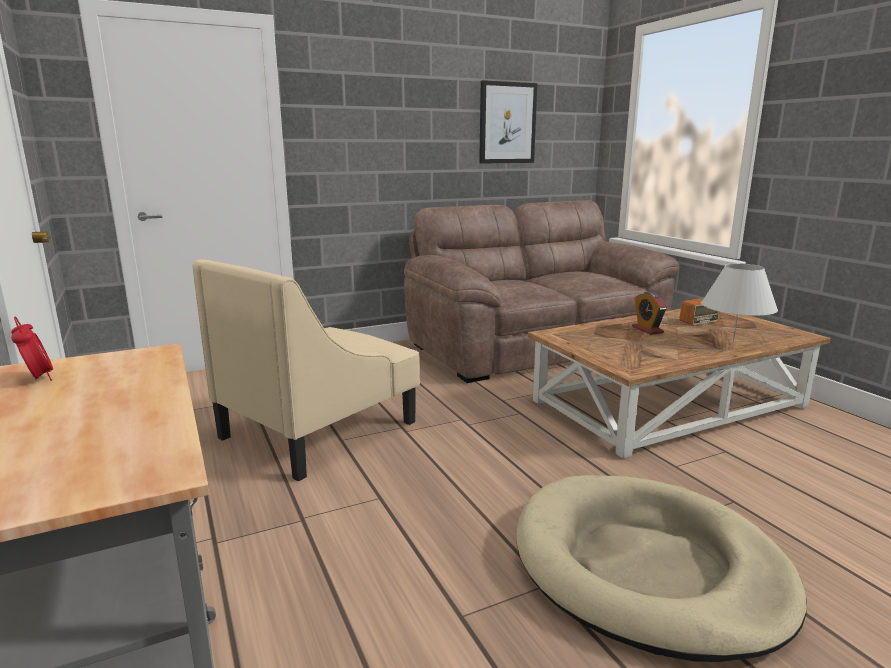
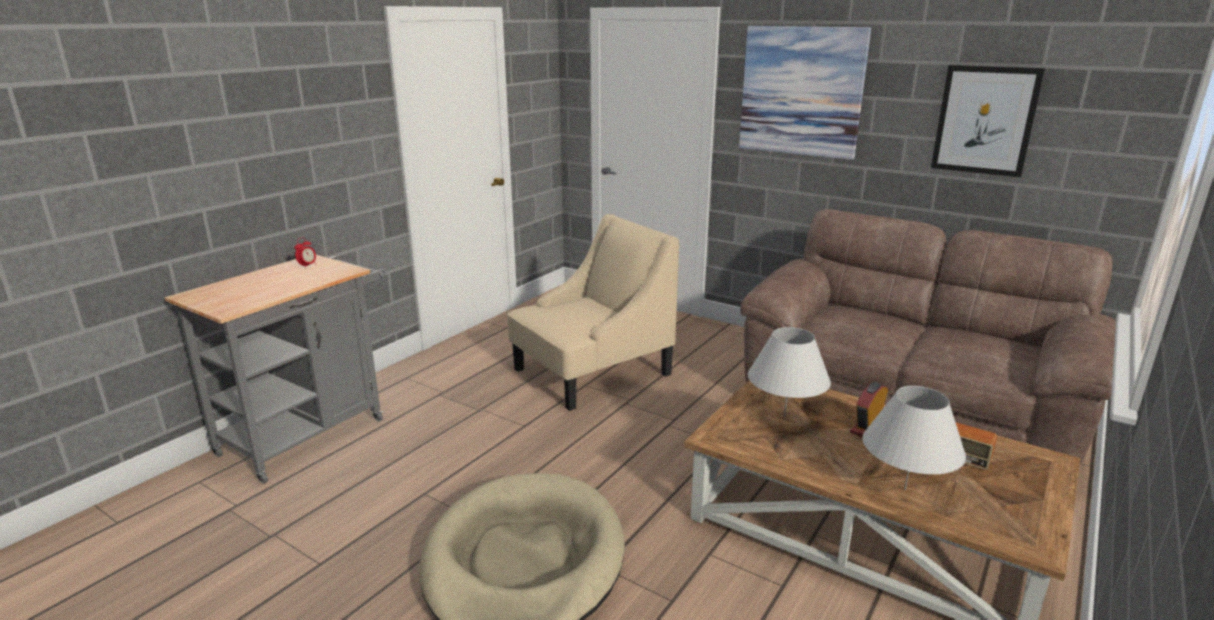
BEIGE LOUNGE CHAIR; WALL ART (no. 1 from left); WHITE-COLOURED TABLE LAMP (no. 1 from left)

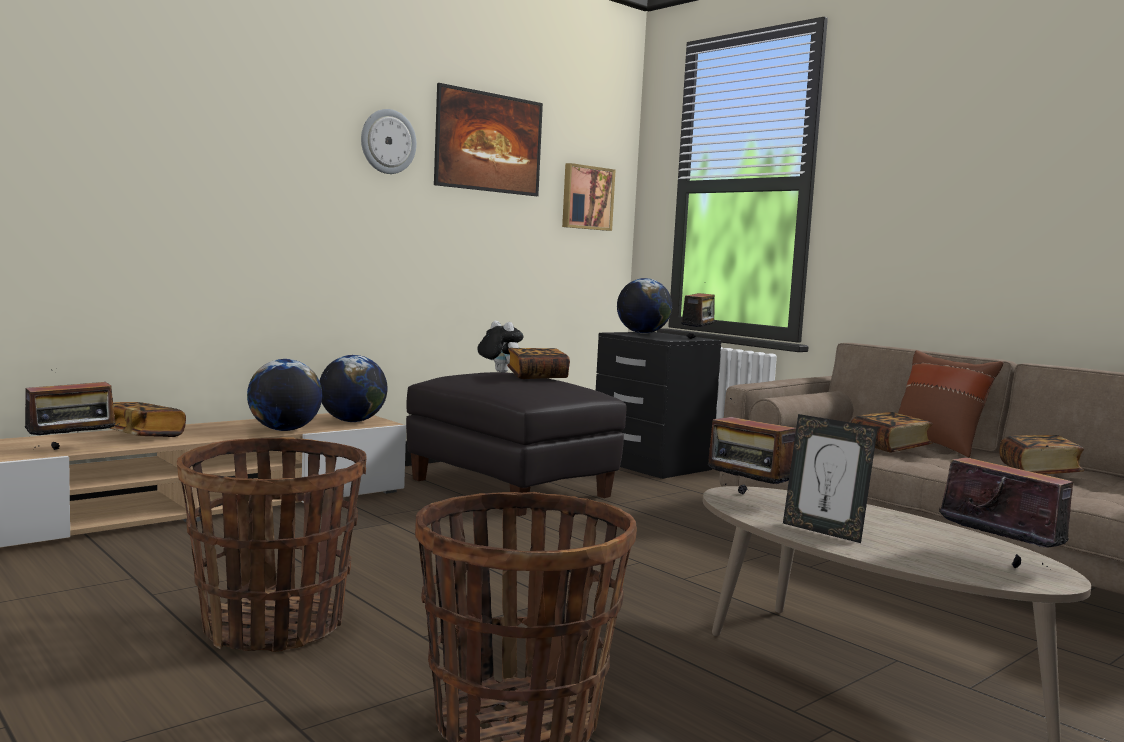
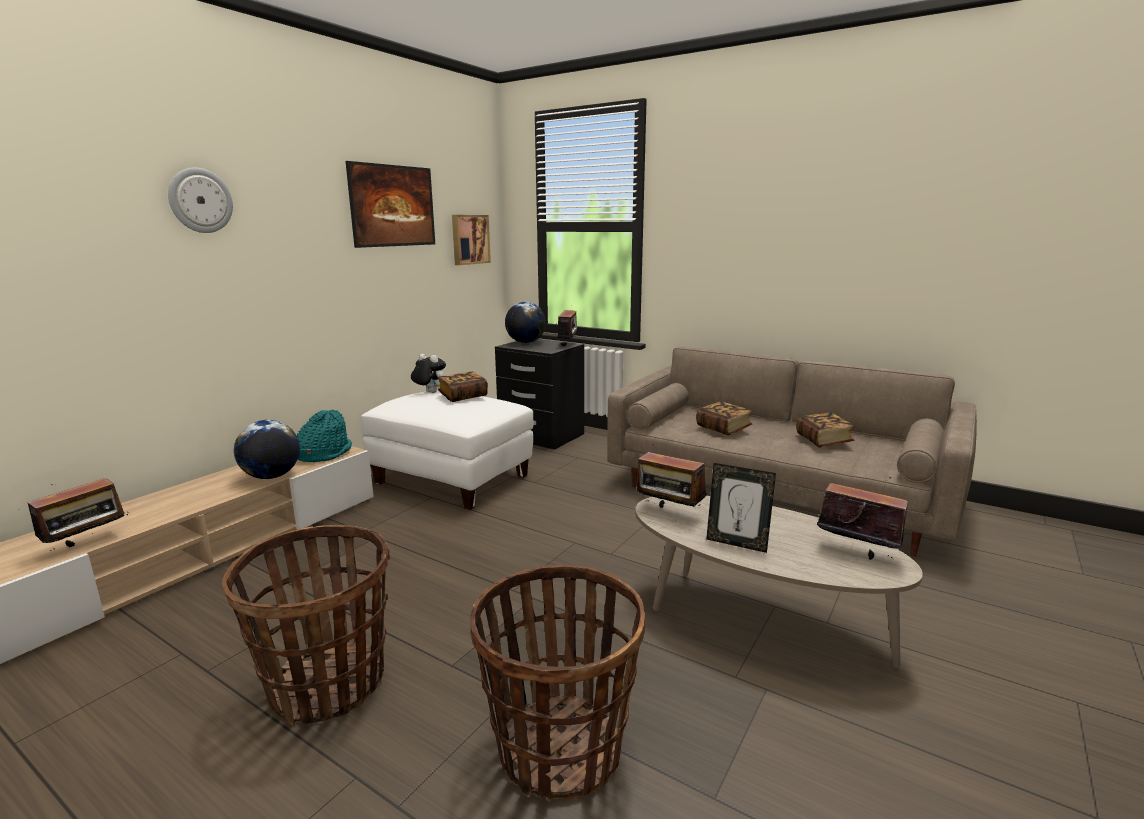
CLOCK ON THE WALL; TURQUOISE-COLOURED CLOTHING HAT; WHITE-COLOURED FOOTREST; BOUND BOOK (no. 1 from left in the first image); BROWN-COLOURED PILLOW

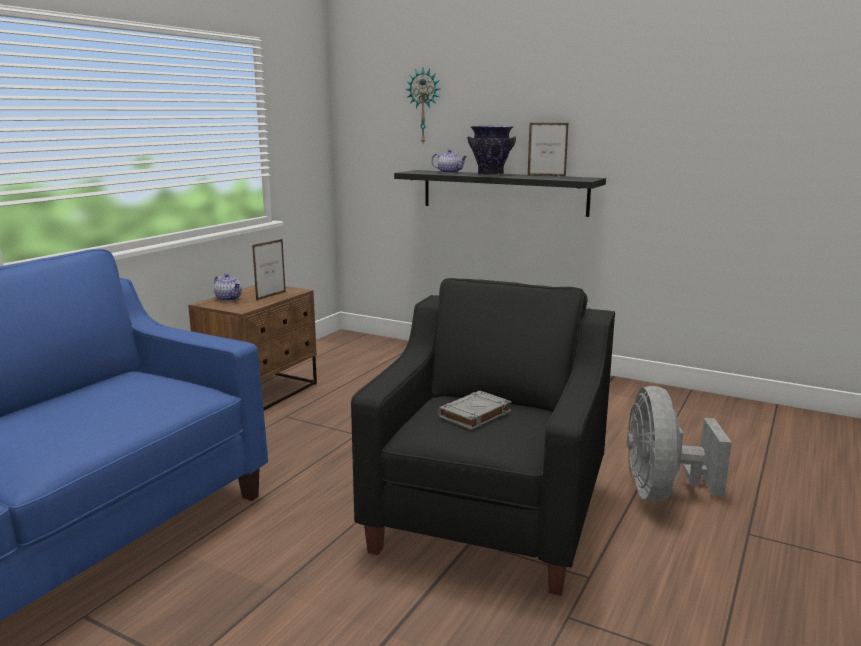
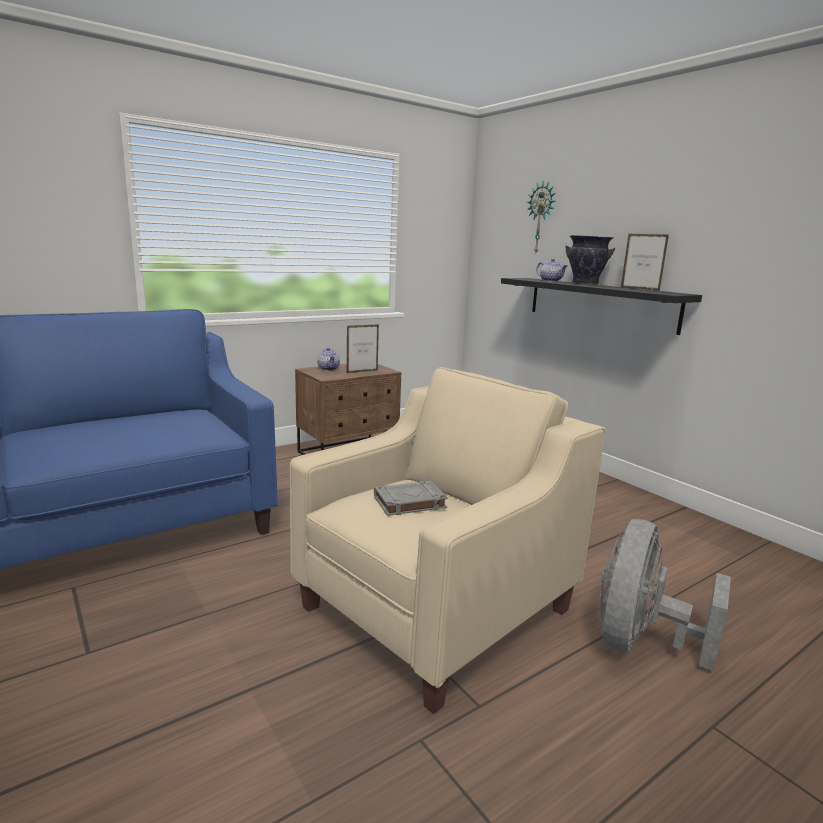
BEIGE LOUNGE CHAIR

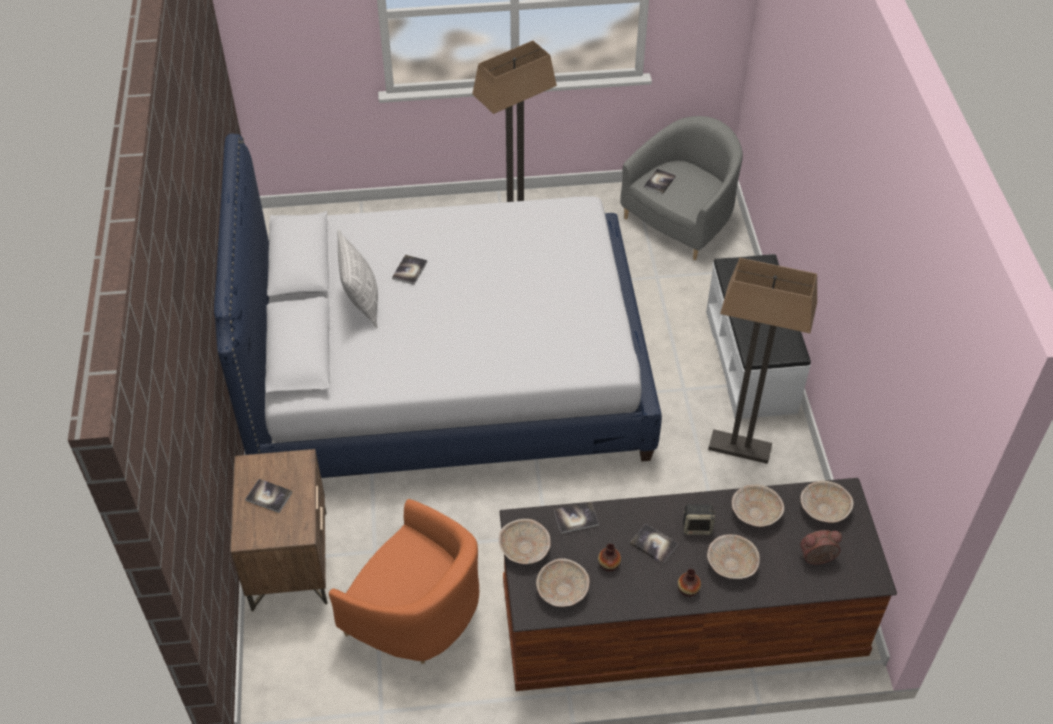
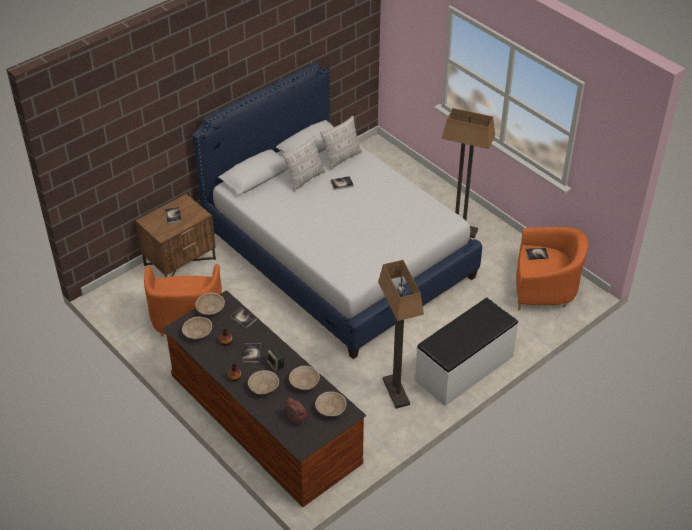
PILLOW (no. 2 from left); ORANGE LOUNGE CHAIR (no. 2 from left)

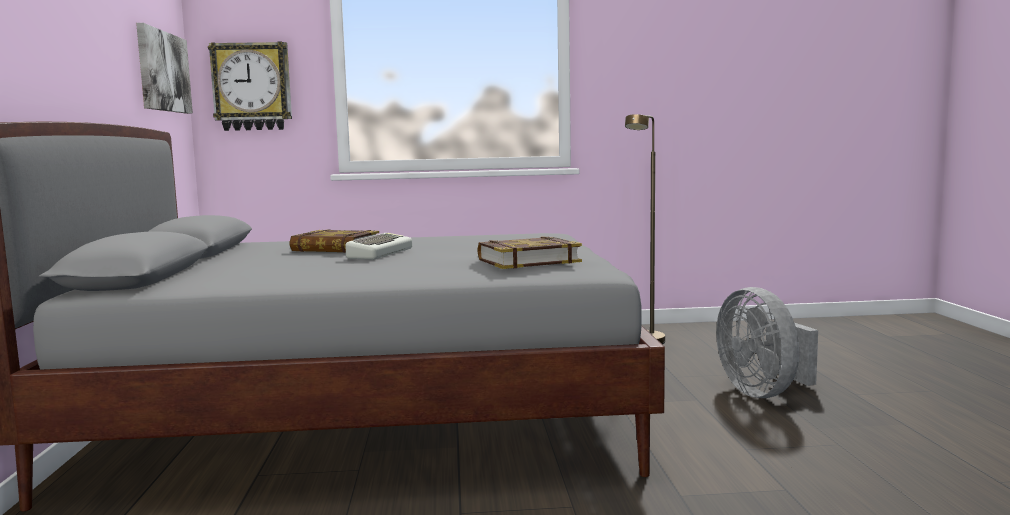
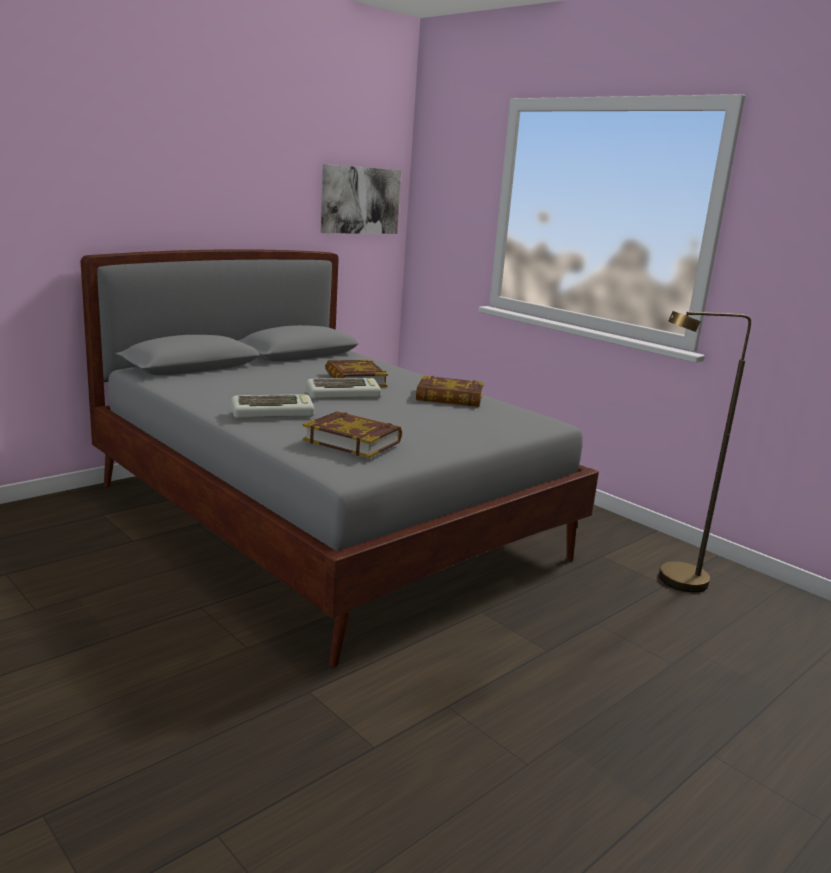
KEYBOARD (no. 1 from left); BOUND BOOK (no. 3 from left); CLOCK ON THE WALL; GREY COOLING FAN

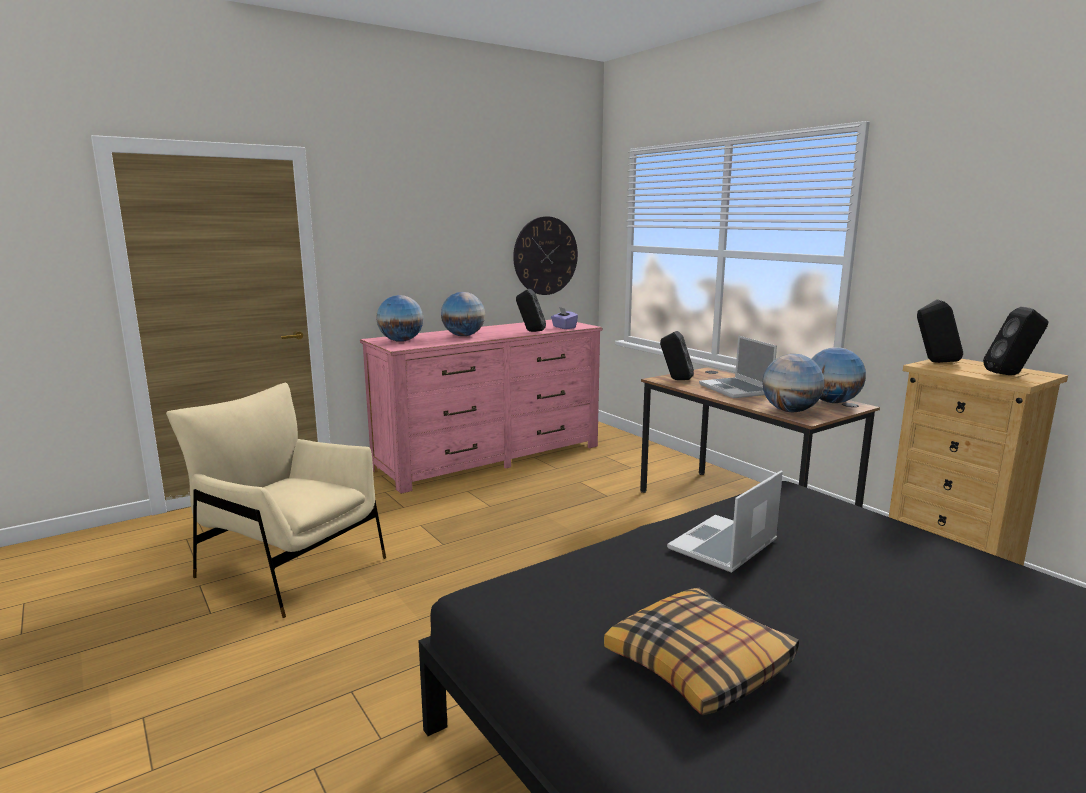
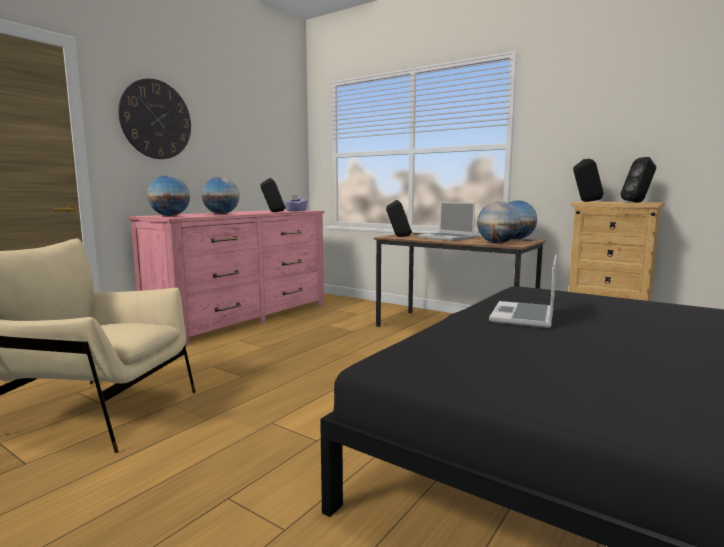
CLOCK ON THE WALL; PILLOW

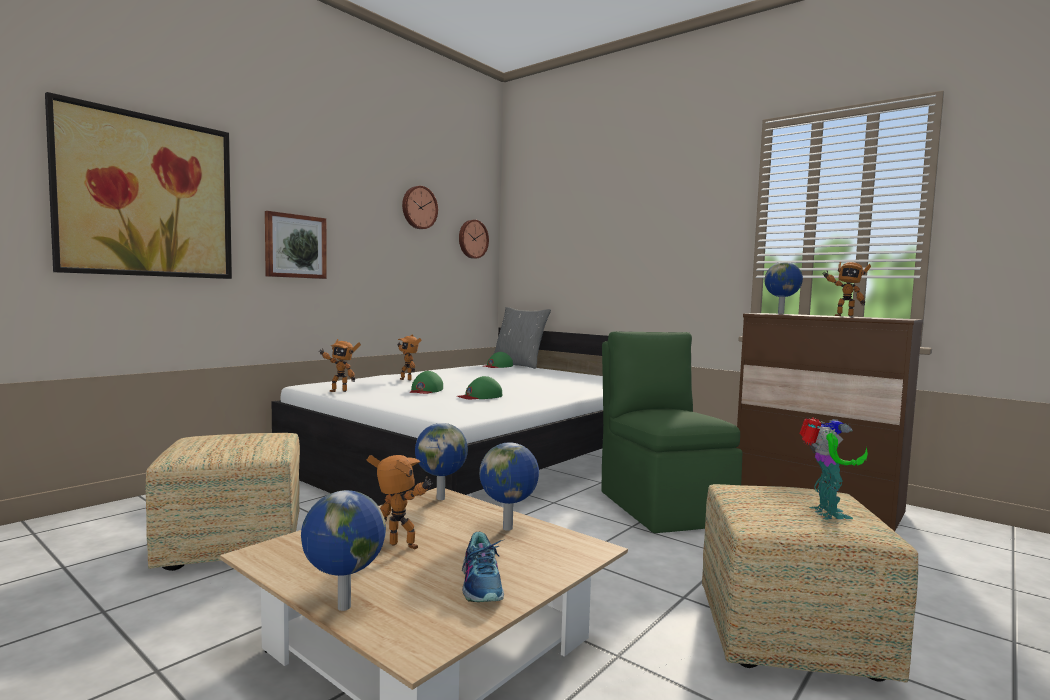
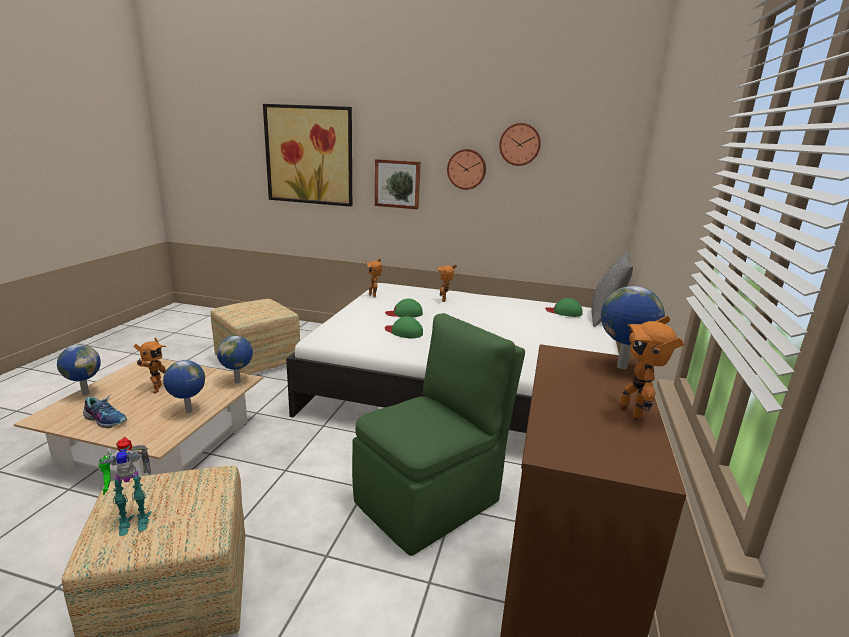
SHOE; CLOCK ON THE WALL (no. 1 from left)

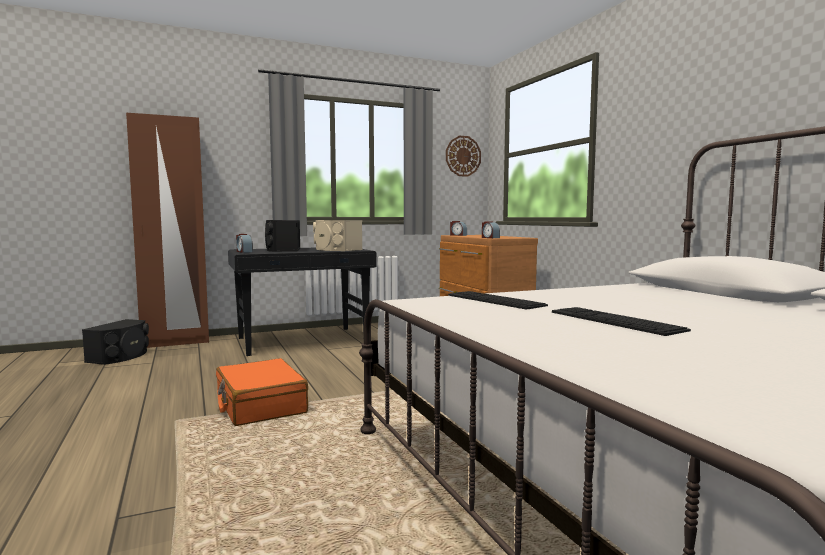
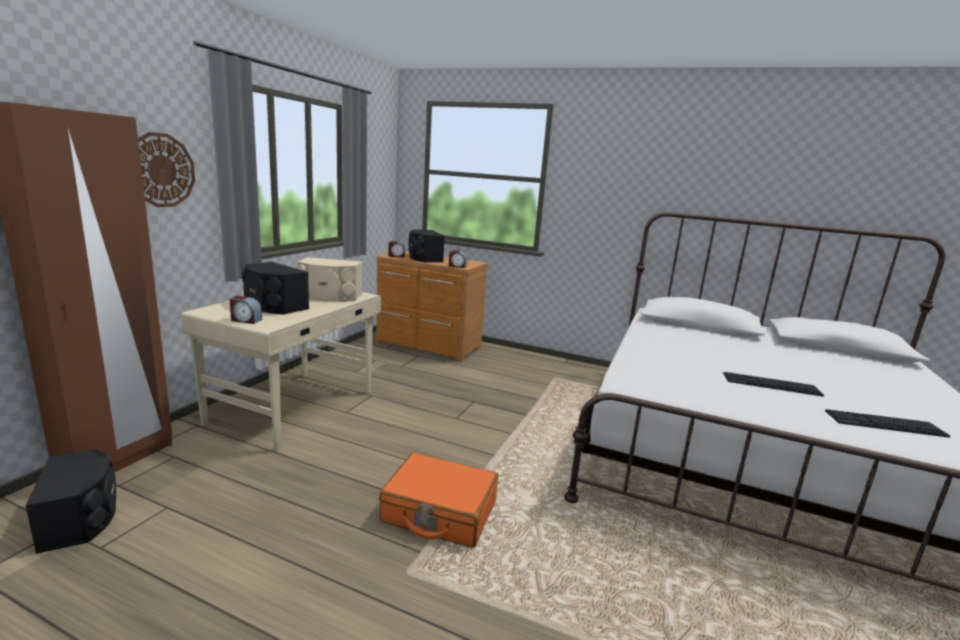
CLOCK ON THE WALL; BEIGE DESK; BLACK AUDIO SPEAKER (no. 3 from left); KEYBOARD (no. 2 from left)

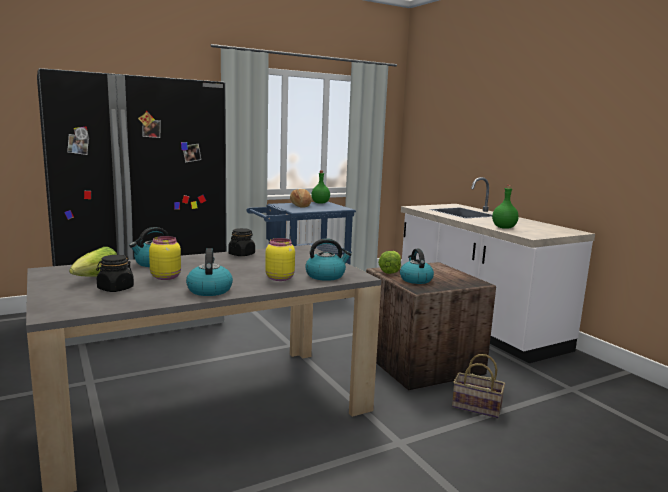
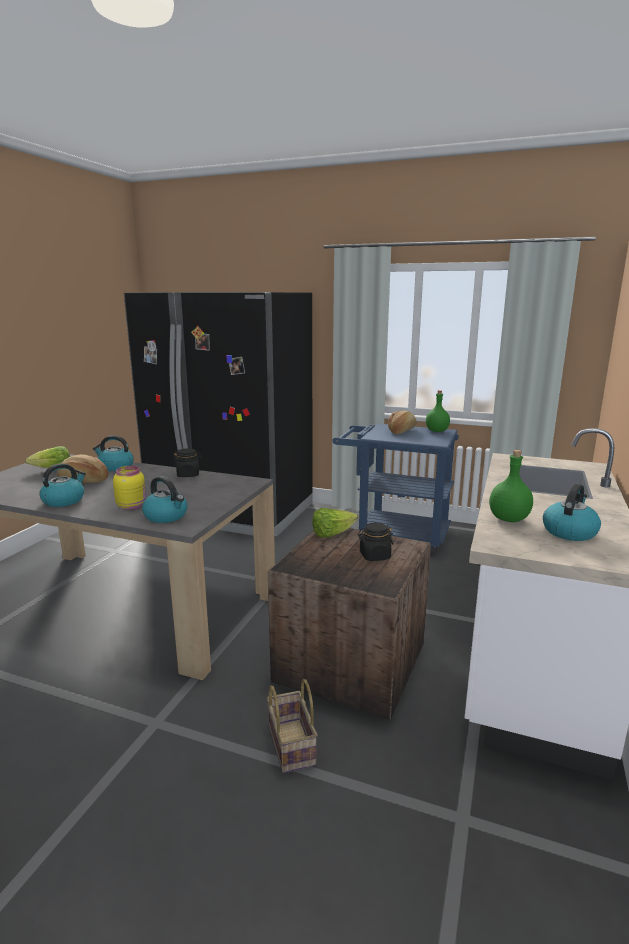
BREAD (no. 1 from left); BLACK PRESERVE JAR (no. 2 from left); TEA KETTLE (no. 4 from left)

